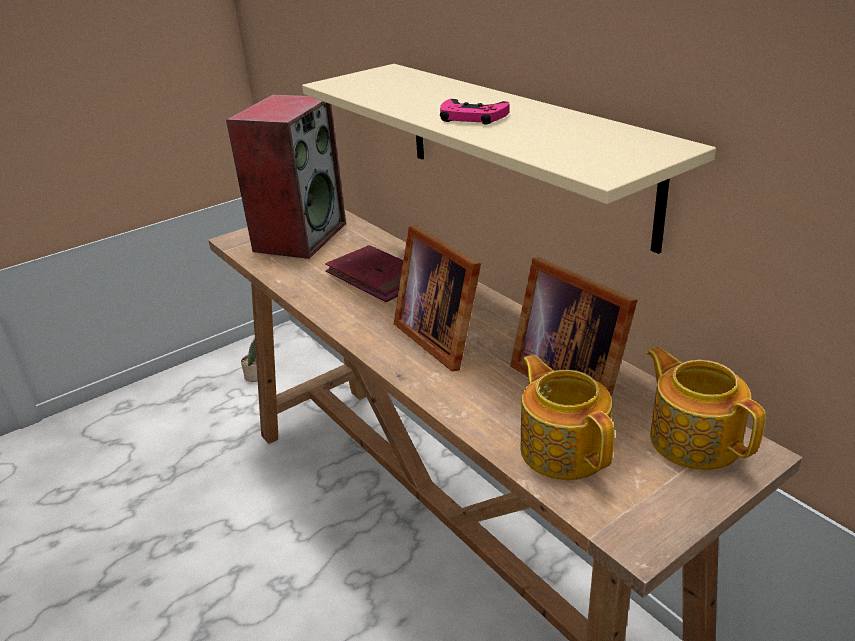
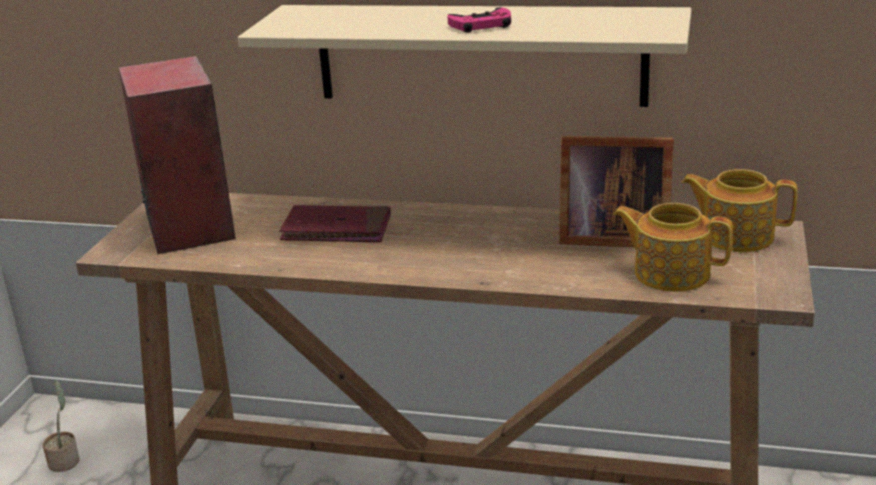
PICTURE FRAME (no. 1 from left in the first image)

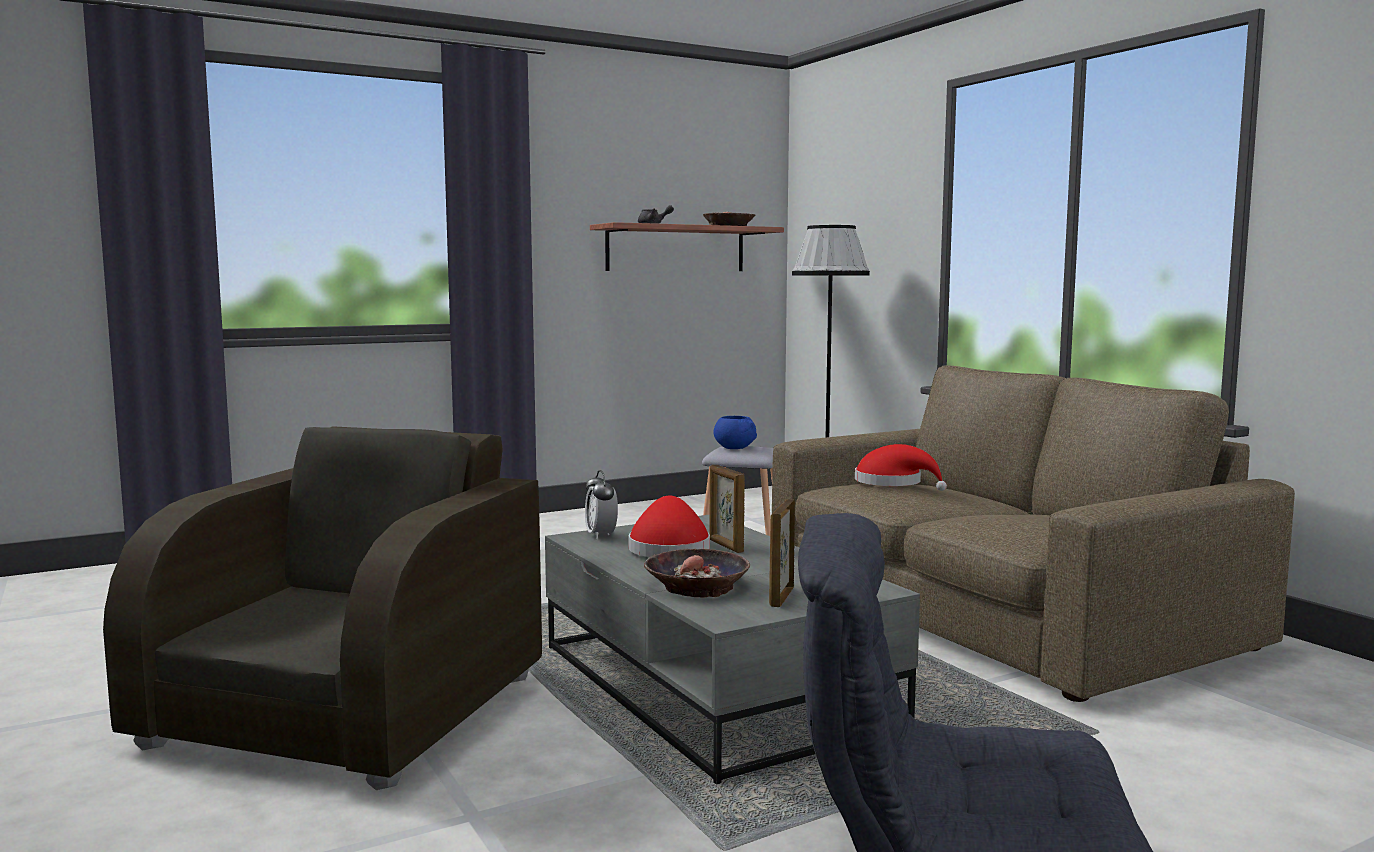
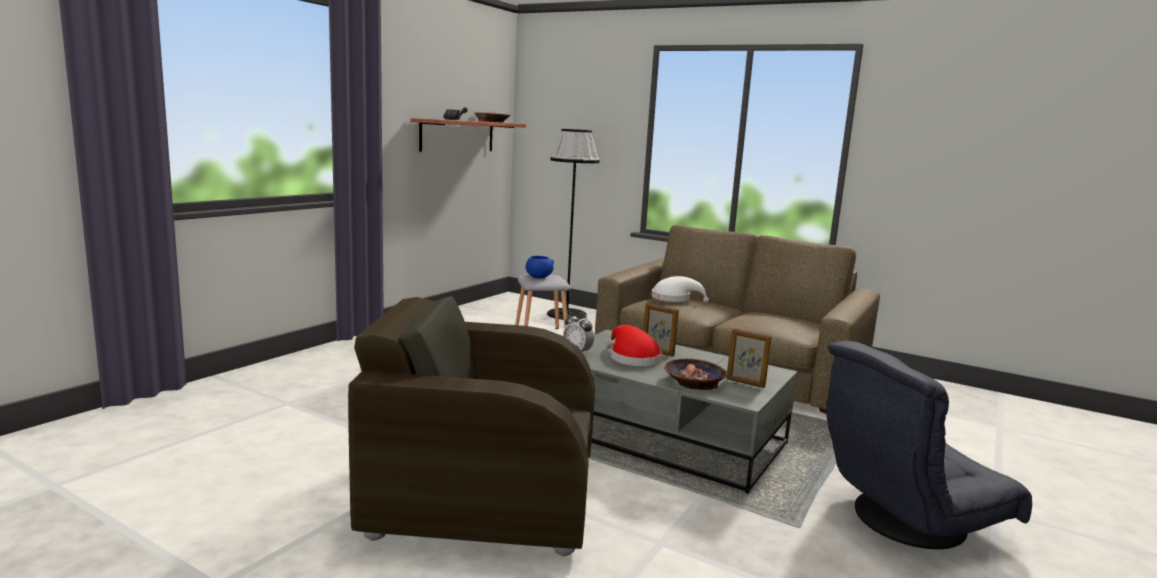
BROWN-COLOURED LOUNGE CHAIR; WHITE-COLOURED CLOTHING HAT; PICTURE FRAME (no. 2 from left)

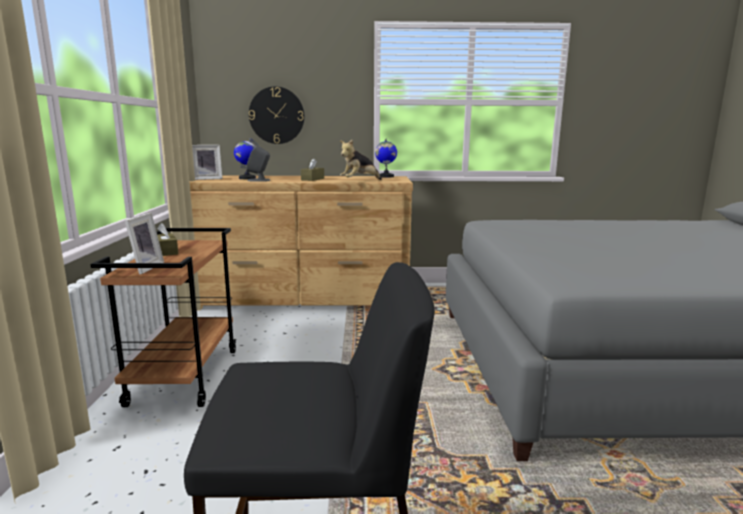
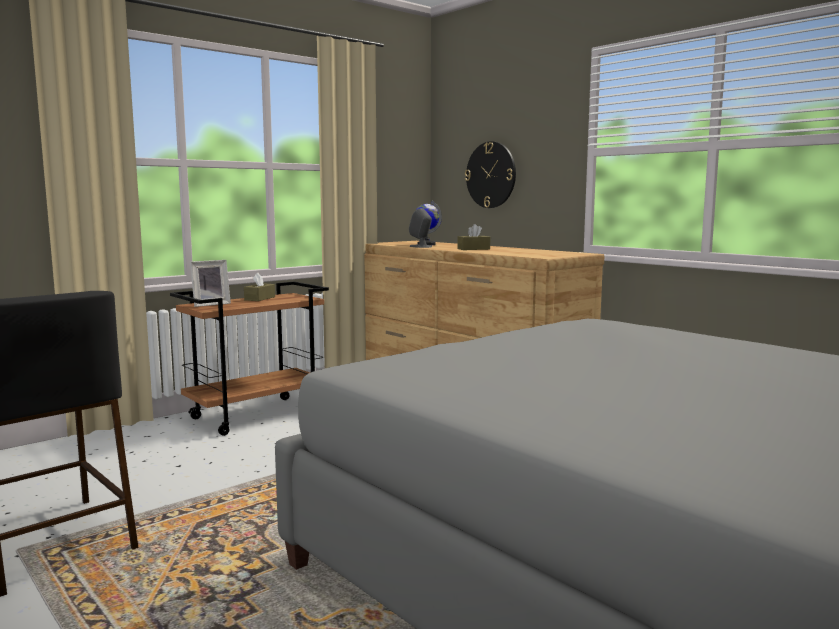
PICTURE FRAME (no. 2 from left in the first image); PLUSH TOY; DESK GLOBE (no. 2 from left in the first image)

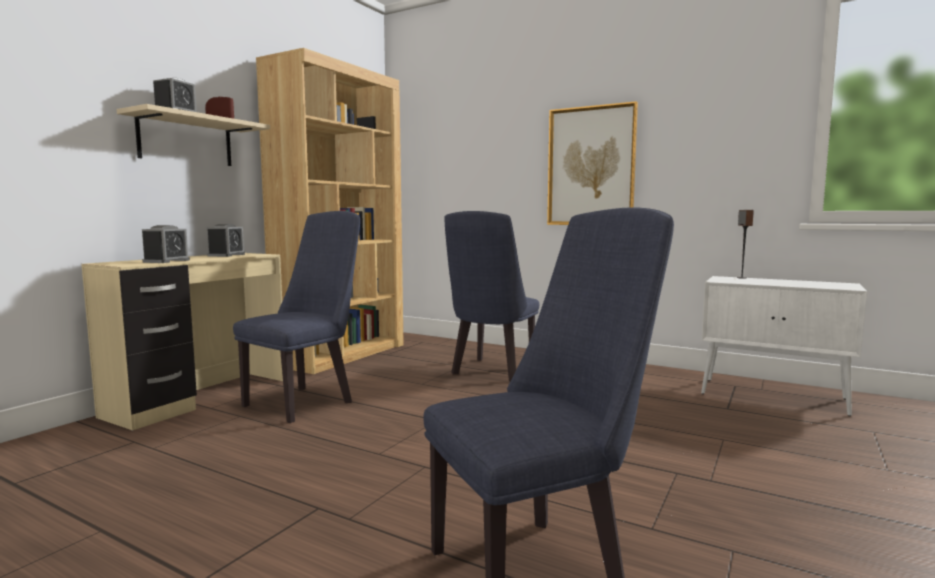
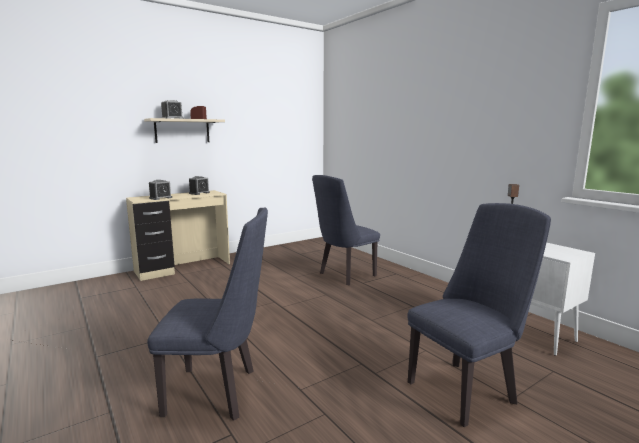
BLUE UPRIGHT CHAIR (no. 3 from left); BROWN-COLOURED BOOKCASE; WALL ART

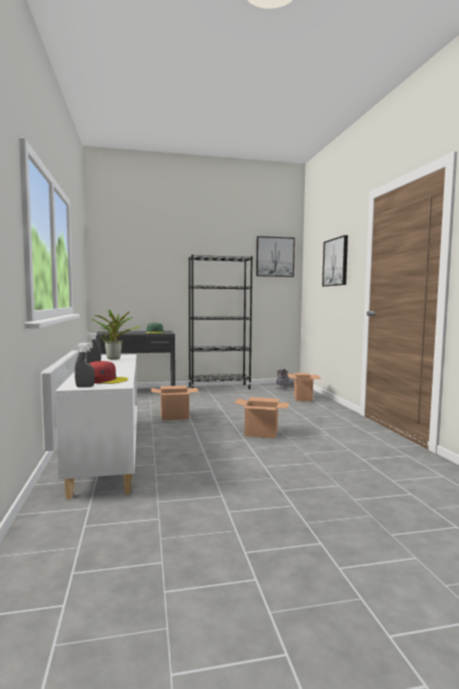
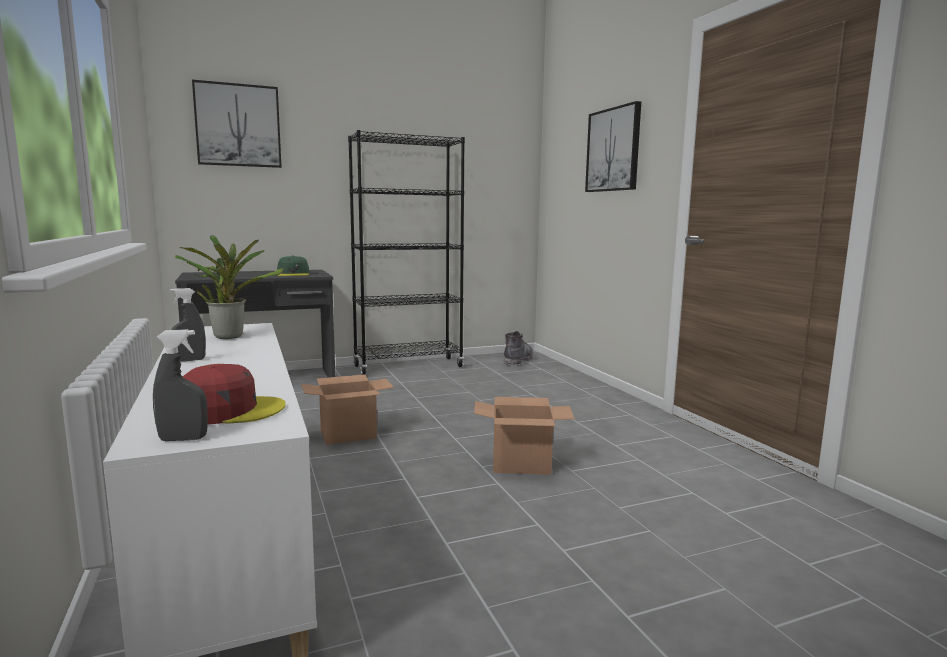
WALL ART (no. 1 from left); PACKING BOX (no. 3 from left in the first image)

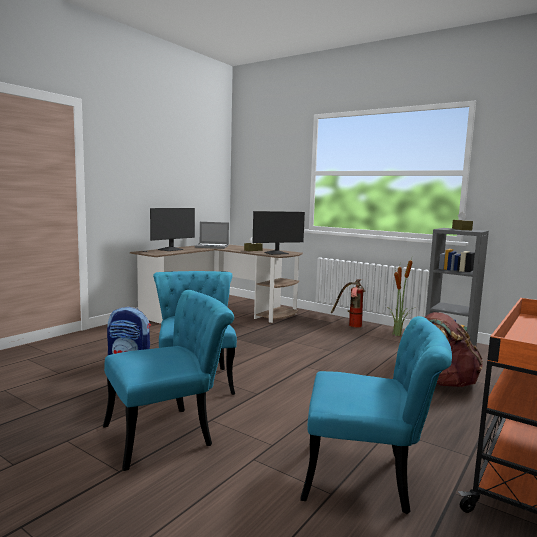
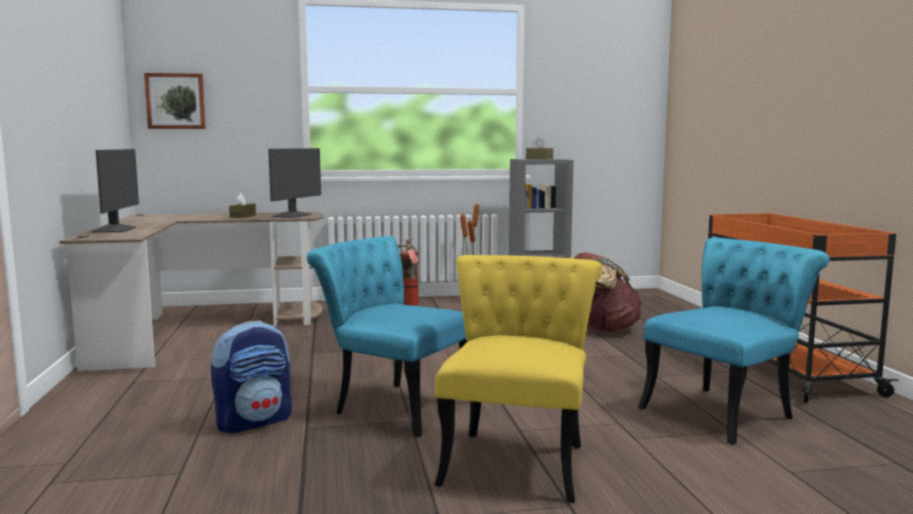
WALL ART; YELLOW-COLOURED UPRIGHT CHAIR; NOTEBOOK COMPUTER

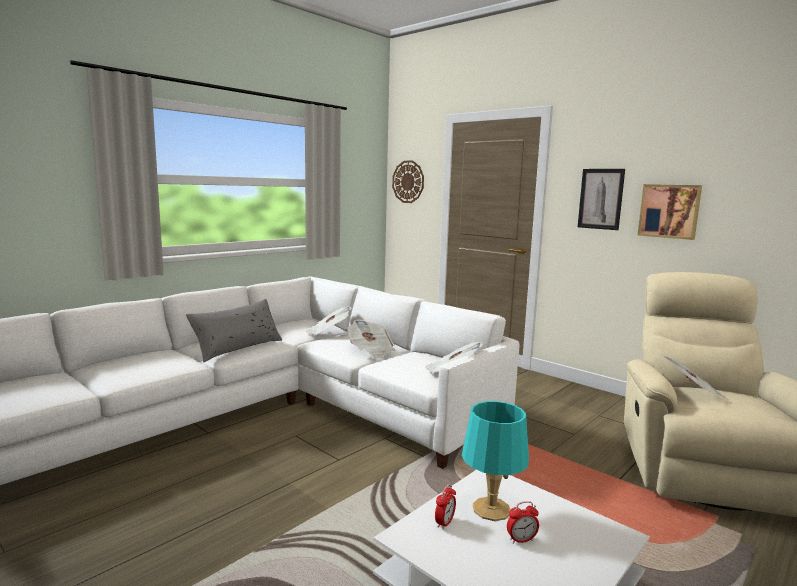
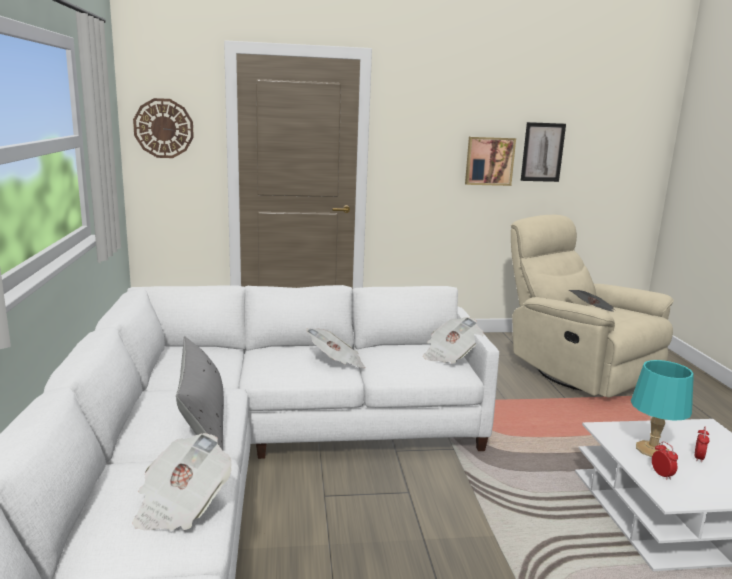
PRINTED PAPER (no. 1 from left); WALL ART (no. 2 from left)

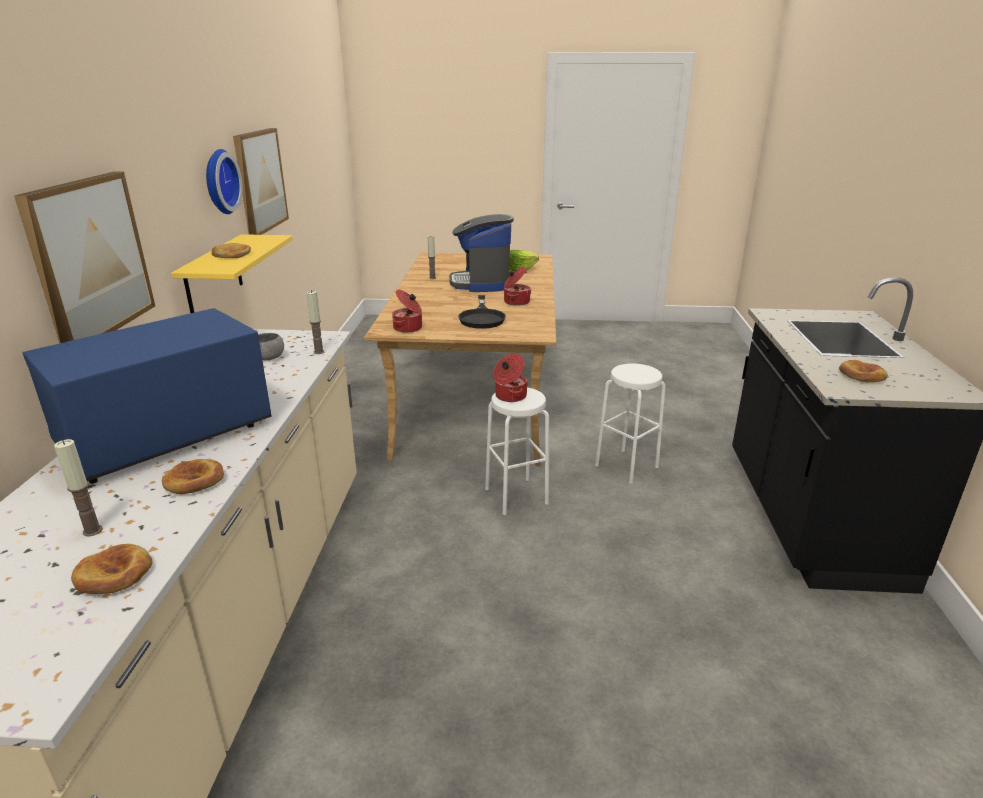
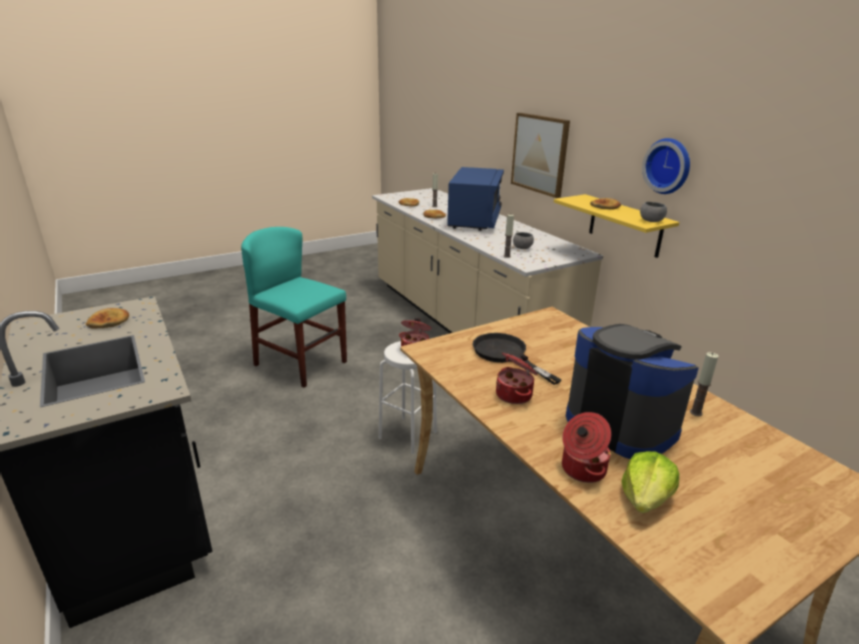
TURQUOISE-COLOURED UPRIGHT CHAIR; STOCKPOT (no. 3 from left); GREY BOWL (no. 2 from left); WALL ART (no. 2 from left in the first image); WHITE-COLOURED SITTING STOOL (no. 2 from left in the first image)

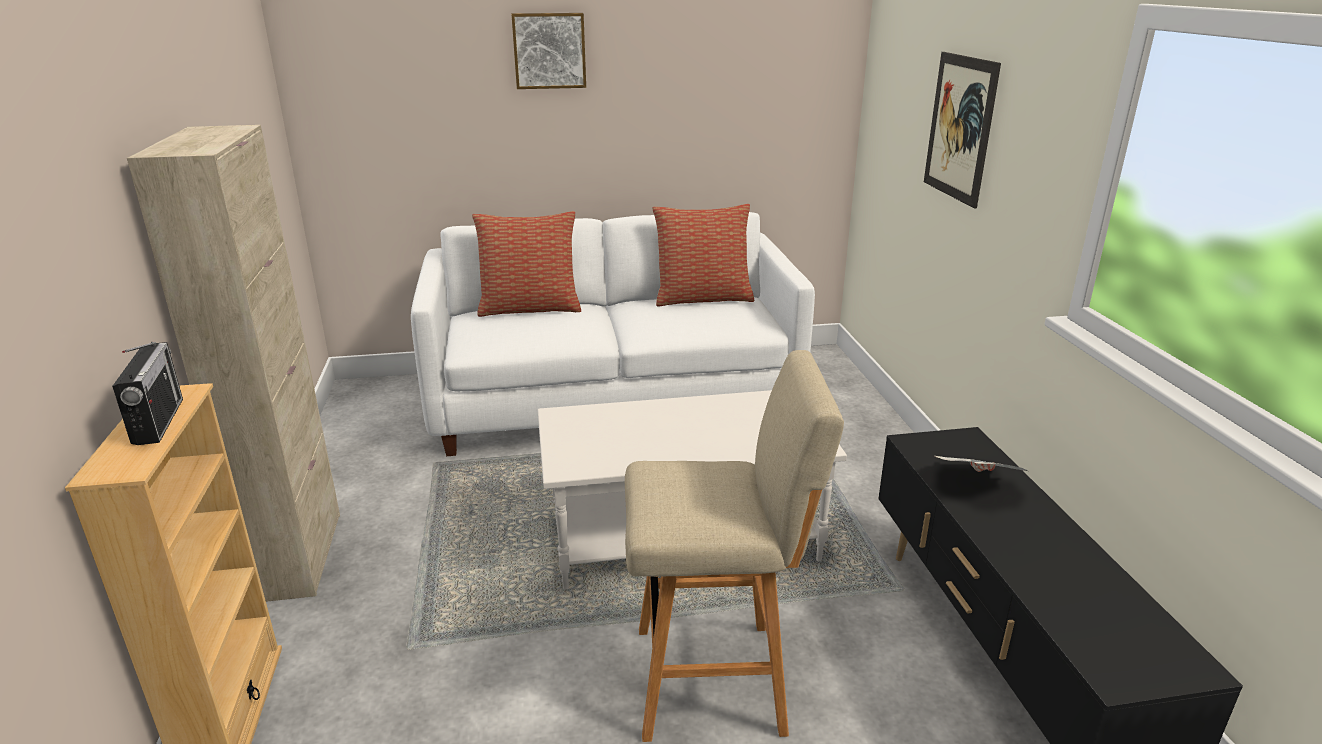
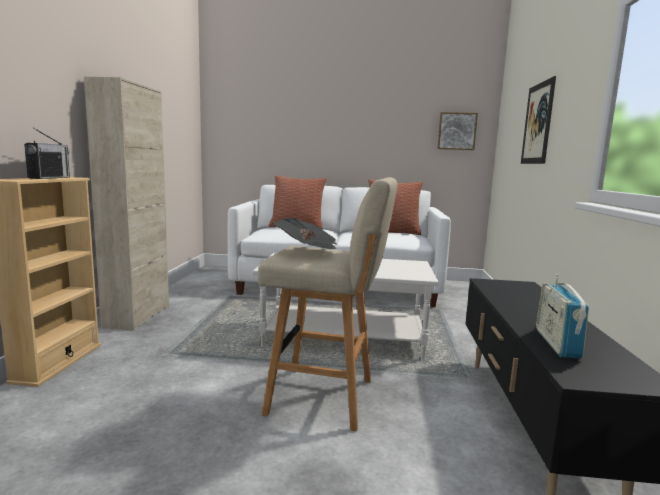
PRINTED PAPER; WALL ART (no. 1 from left); RADIO SET (no. 2 from left)

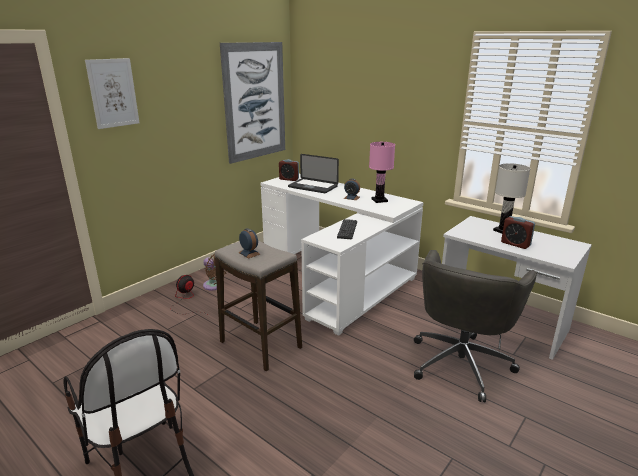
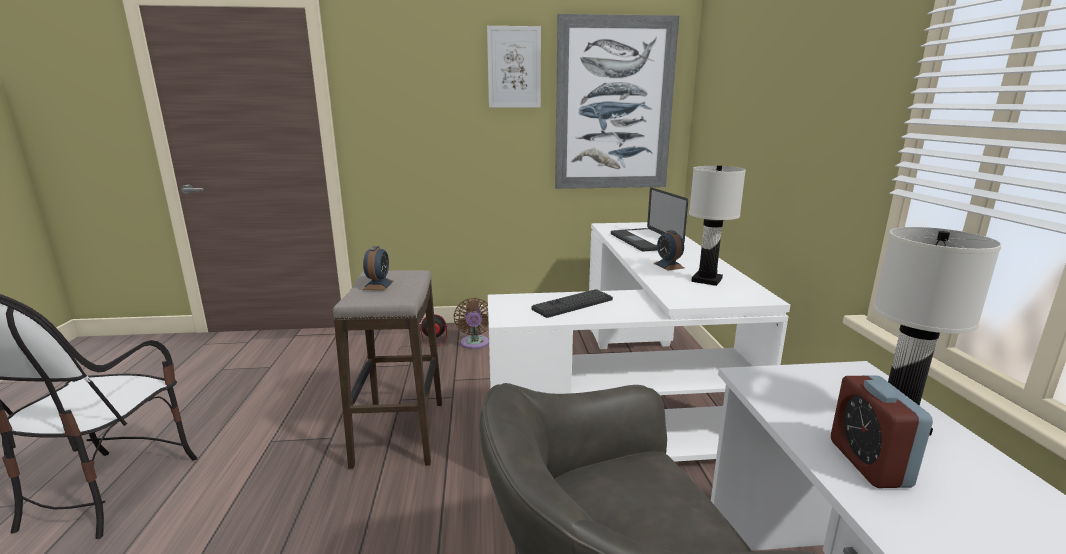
WALL ART (no. 1 from left); WHITE-COLOURED TABLE LAMP (no. 1 from left); TABLE CLOCK (no. 2 from left in the first image)

